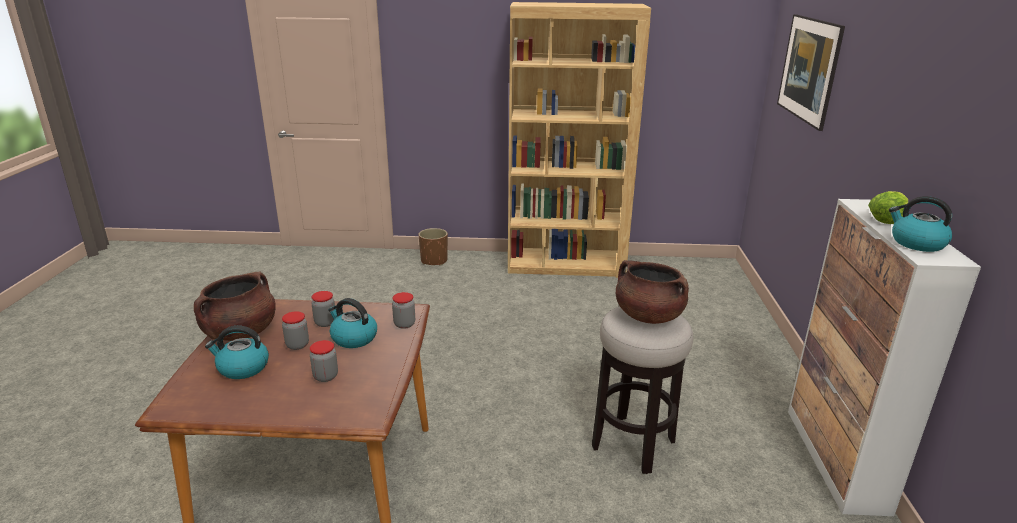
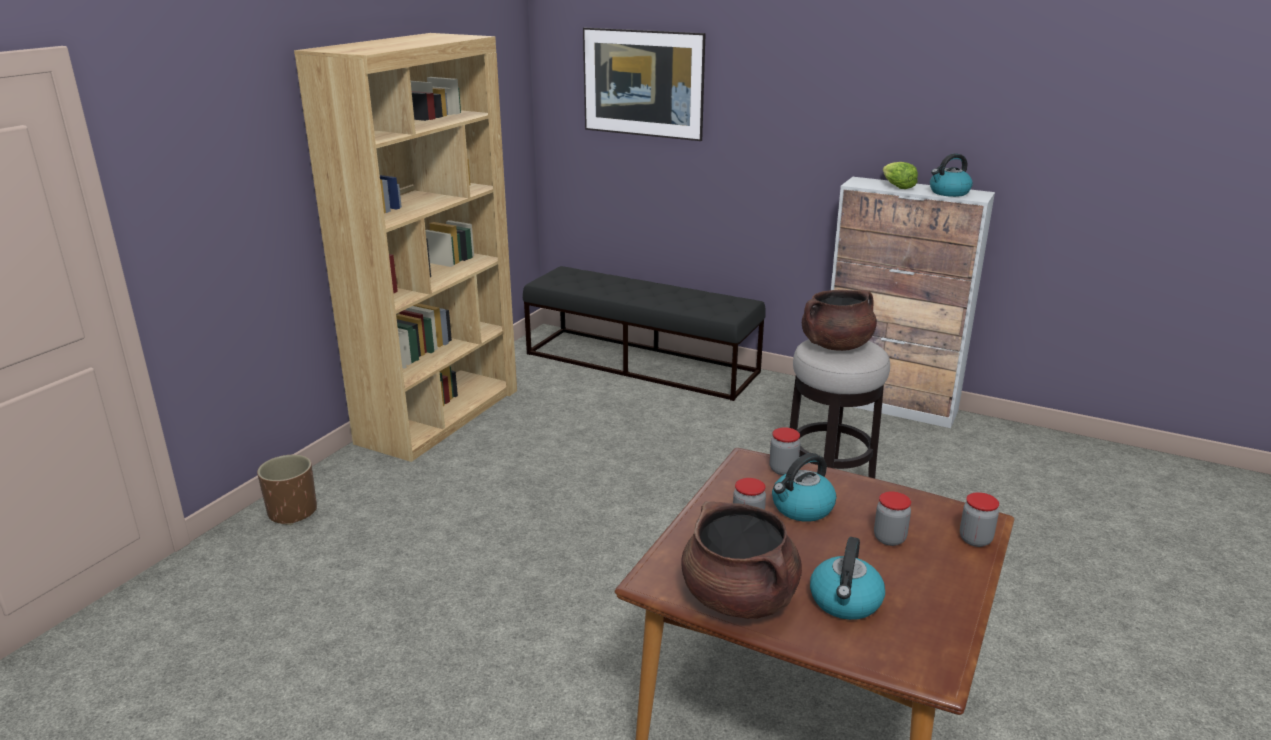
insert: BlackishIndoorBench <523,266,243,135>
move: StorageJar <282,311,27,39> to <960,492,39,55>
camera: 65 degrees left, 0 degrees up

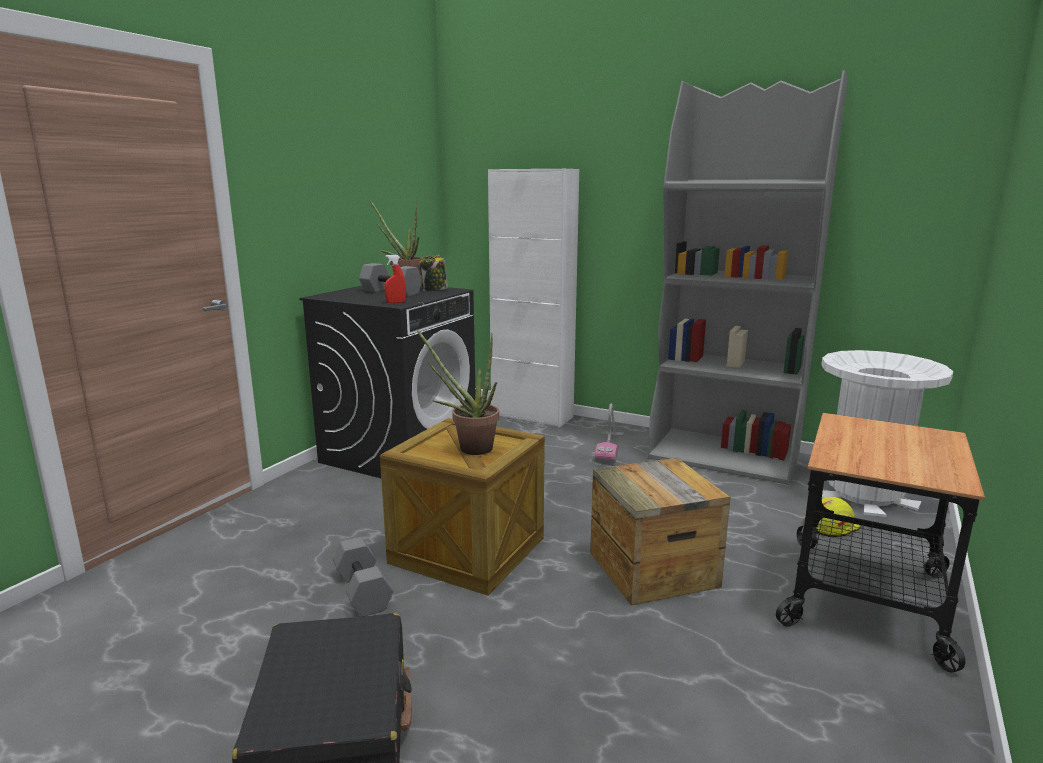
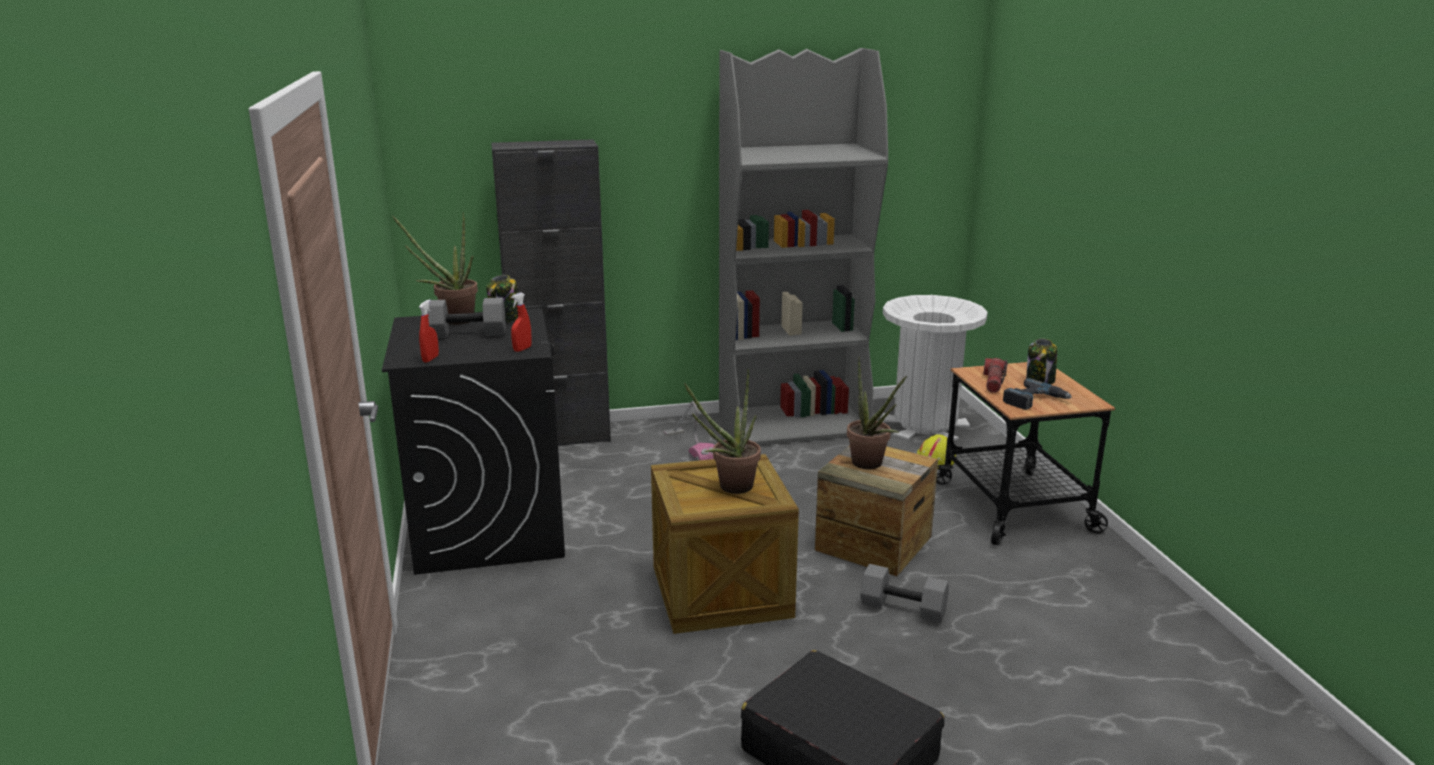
insert: ReddishSprayer <419,299,20,63>; StorageJar <1026,339,31,45>; Houseplant <847,357,60,112>; Flashlight <984,358,23,35>; ElectricDrill <1003,378,69,32>
move: GreyishFreeWeight <333,537,60,79> to <860,564,89,59>
recolor: WhiteColouredCabinet <488,169,91,258> to BlackishCabinet <491,139,120,307>
camera: 40 degrees left, 5 degrees up

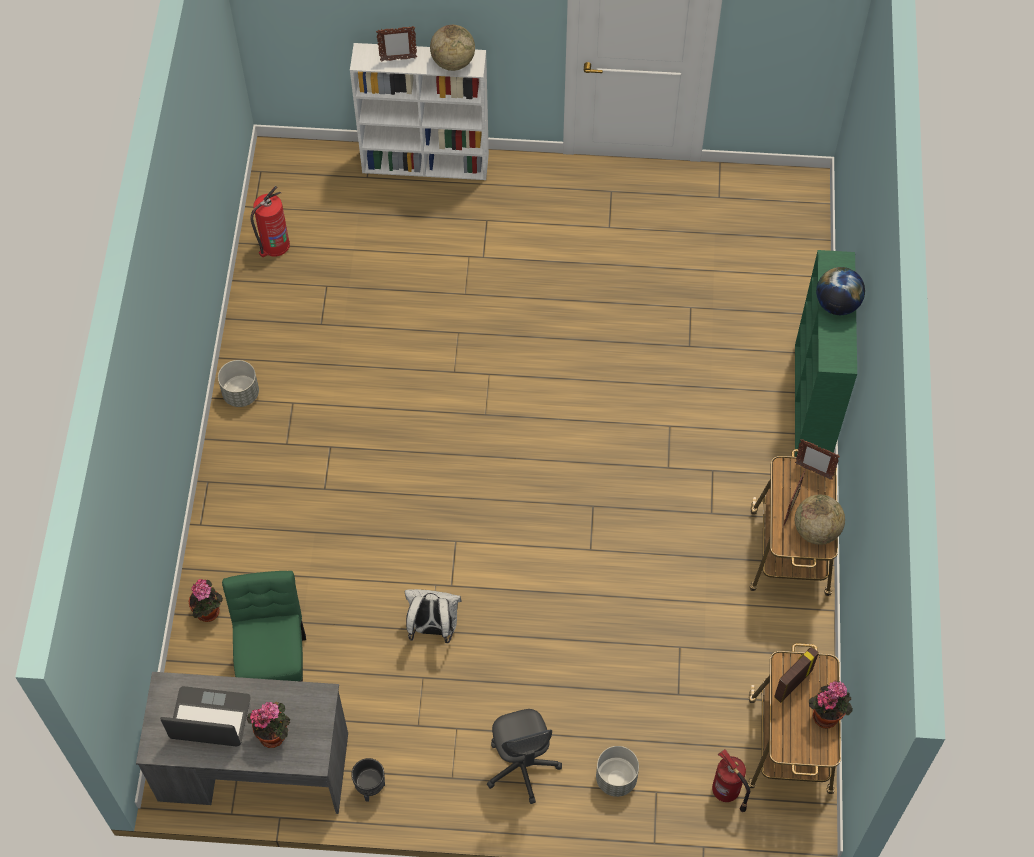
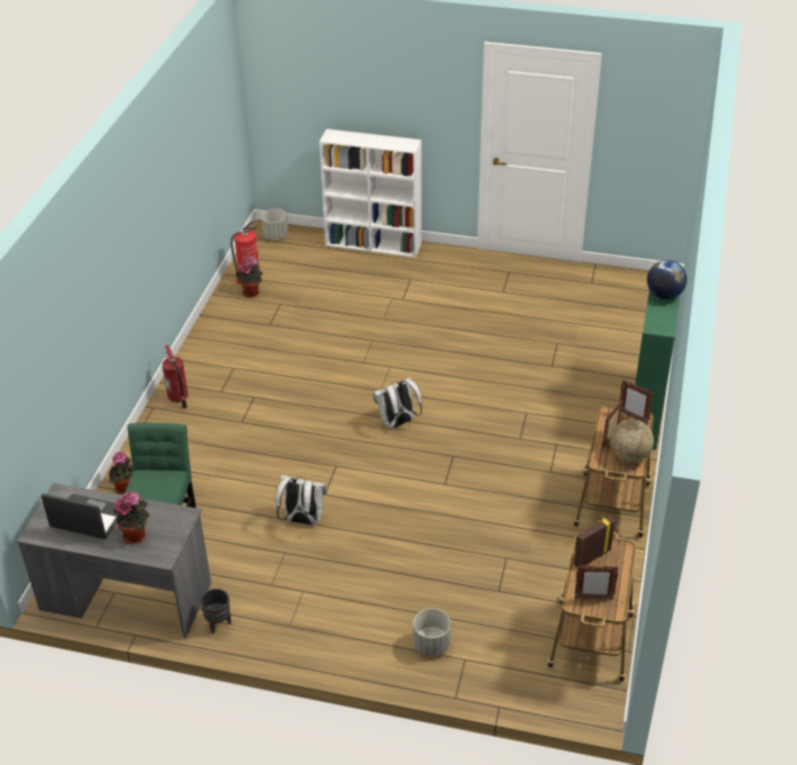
delete: WorldGlobe <430,25,45,46>; GreyishOfficeChair <487,709,75,95>
insert: WhiteColouredBackpack <373,377,49,52>
move: StandingFrame <376,26,41,35> to <574,566,45,34>; GreyishPlantPot <218,360,41,47> to <261,208,27,32>; Houseplant <809,680,44,49> to <236,256,27,42>; Extinguisher <712,749,38,63> to <162,345,26,64>
camera: 10 degrees right, 20 degrees down

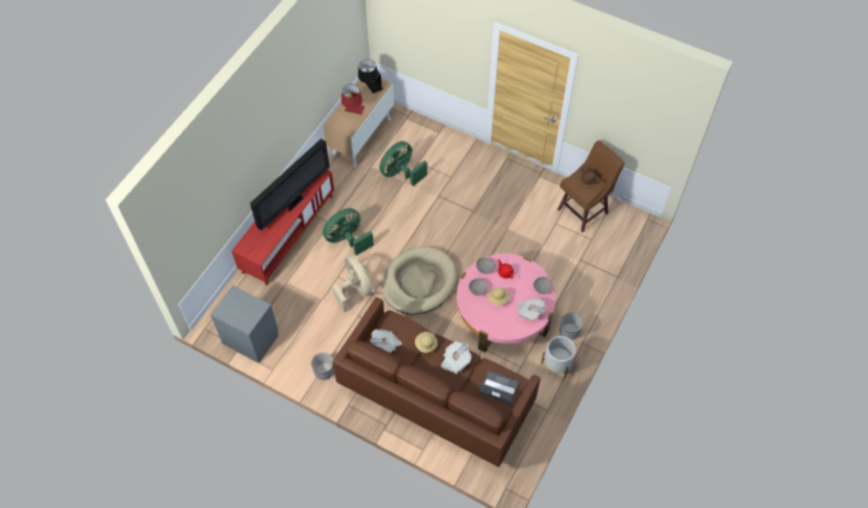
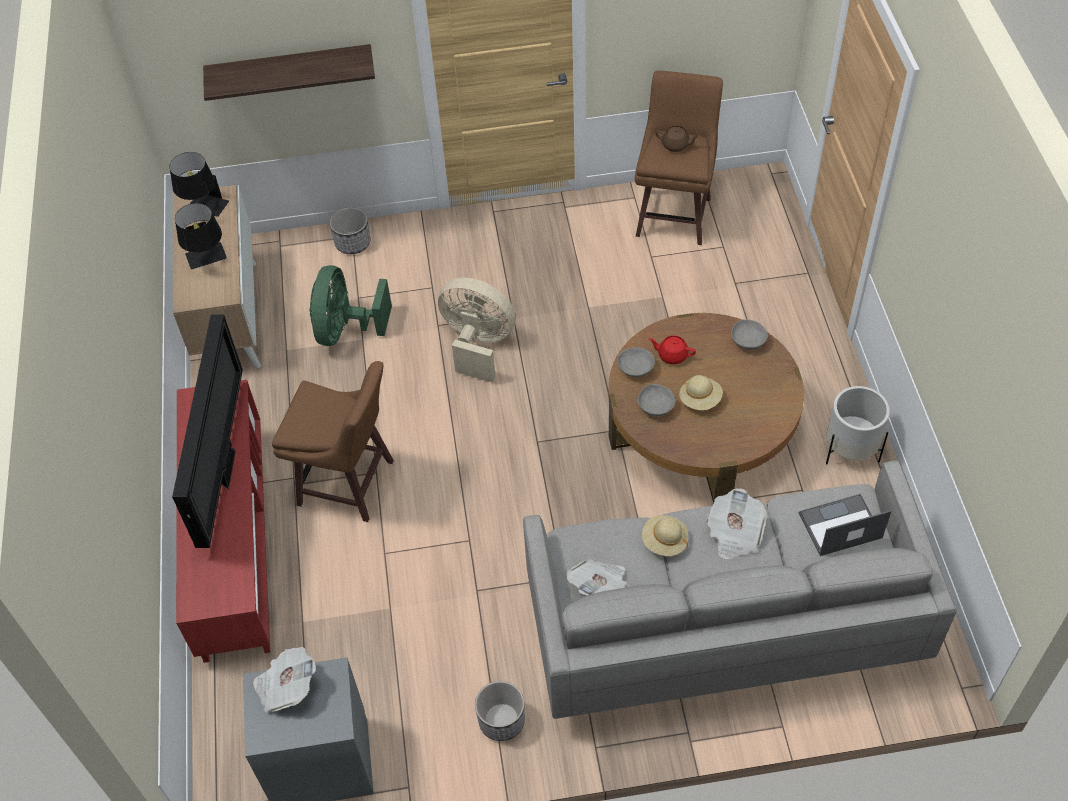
delete: SandColouredDogCushion <382,246,75,69>
insert: BracketShelf <203,44,172,57>
move: SandColouredFan <332,255,40,58> to <438,278,78,105>; PrintedPaper <517,298,29,22> to <253,647,63,66>; PlantPot <560,313,23,27> to <329,207,42,47>
replace: GreenFan <323,208,51,48> to BrownColouredSittingStool <272,361,122,161>
recolor: ReddishTableLamp <341,84,24,31> to BlackishTableLamp <175,203,52,67>; PinkishLowTable <457,253,99,100> to BrownColouredLowTable <609,313,195,190>; BrownColouredSofa <332,297,208,170> to GreyishSofa <523,461,434,258>
camera: 35 degrees left, 5 degrees down

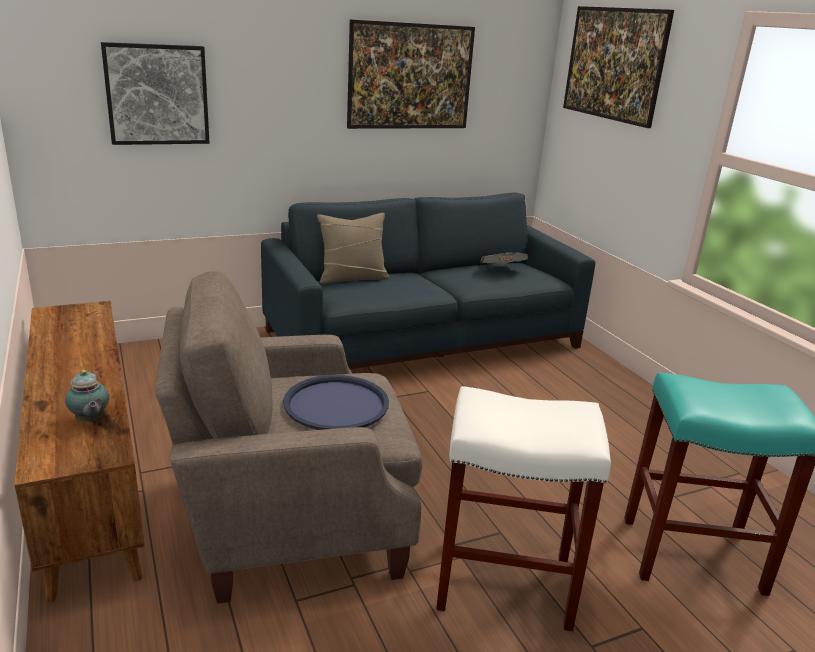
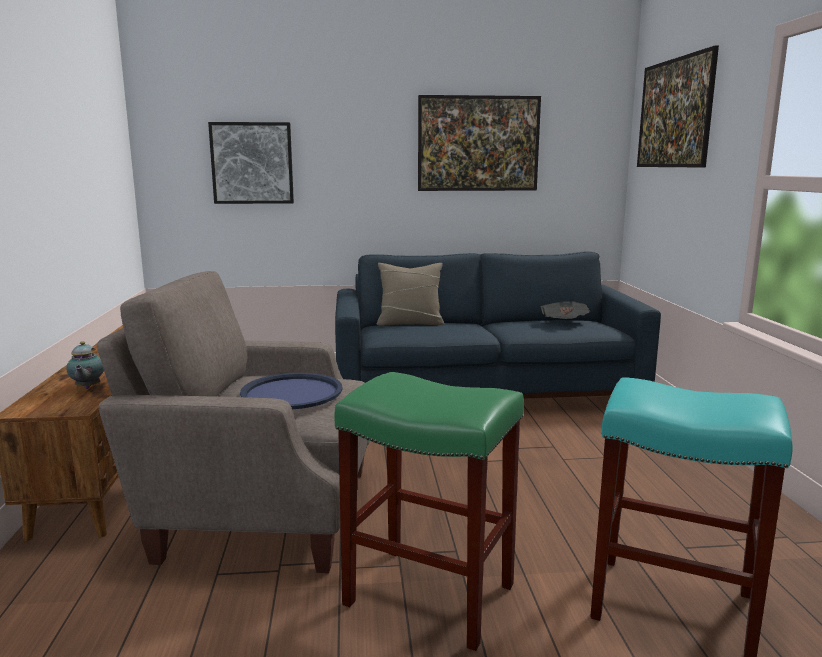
recolor: WhiteColouredSittingStool <436,386,175,245> to GreenSittingStool <334,372,190,279>
camera: 20 degrees right, 10 degrees down

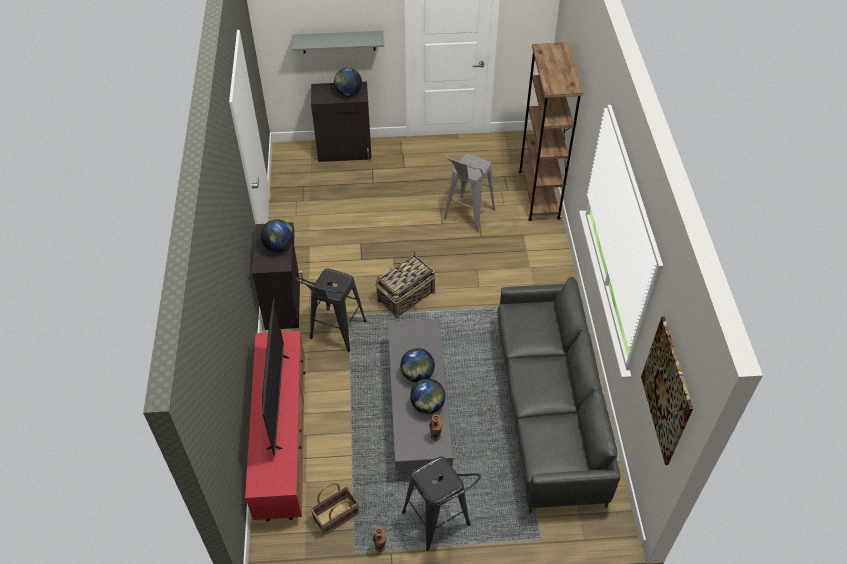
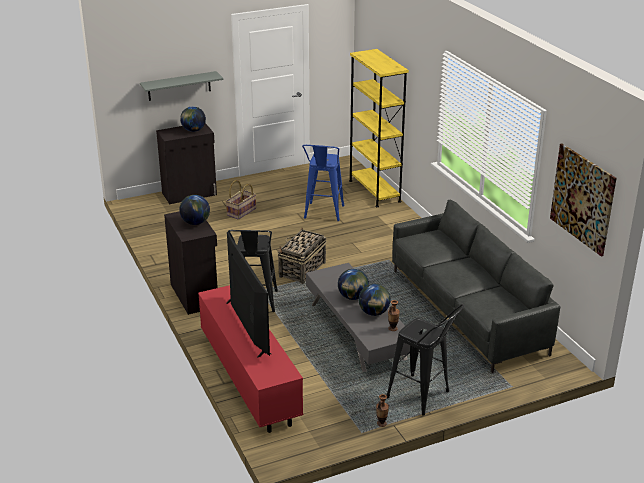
move: Basket <310,483,49,52> to <226,180,30,40>
recolor: BrownColouredShelvingUnit <519,42,64,179> to YellowShelvingUnit <349,49,60,158>; GreyishSittingStool <442,154,53,79> to BlueSittingStool <302,145,42,76>
camera: 20 degrees left, 20 degrees down

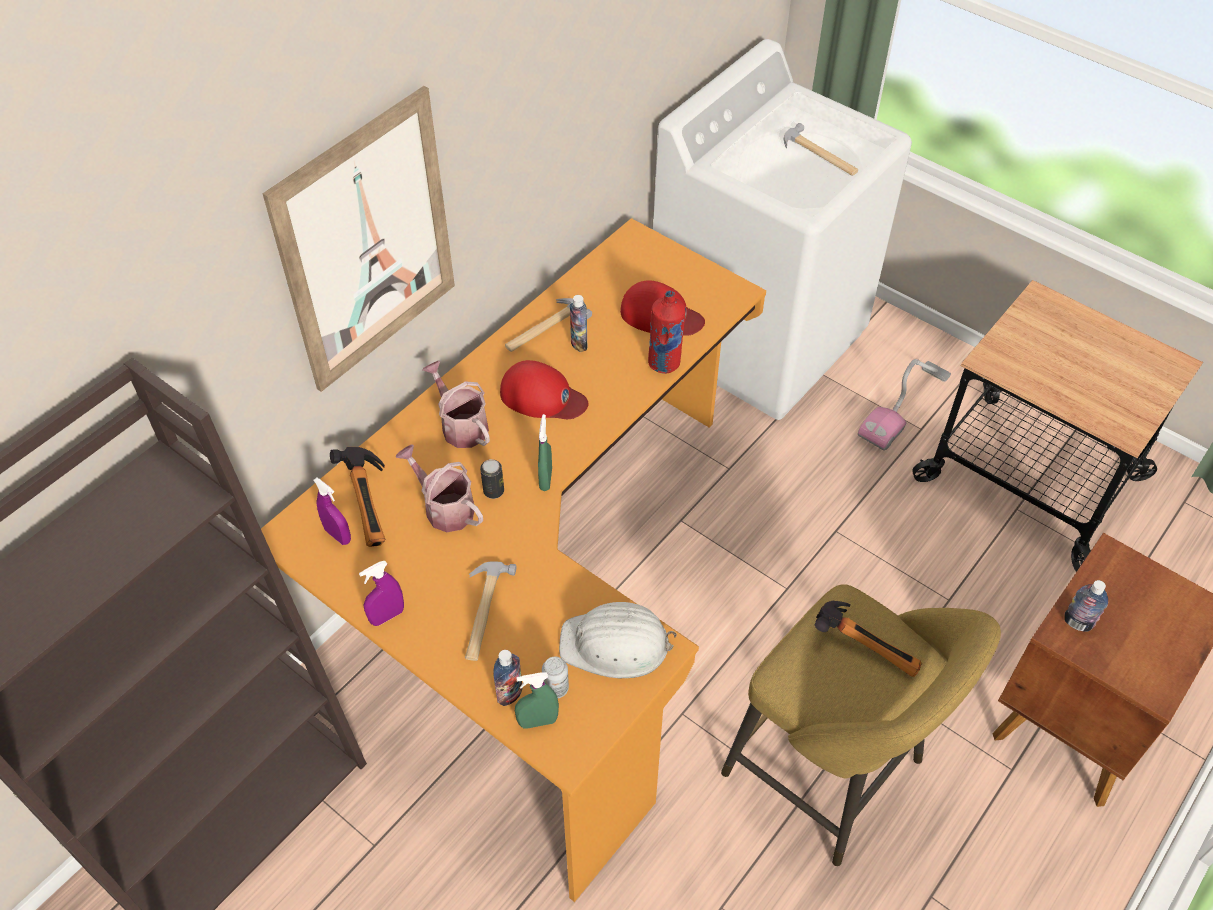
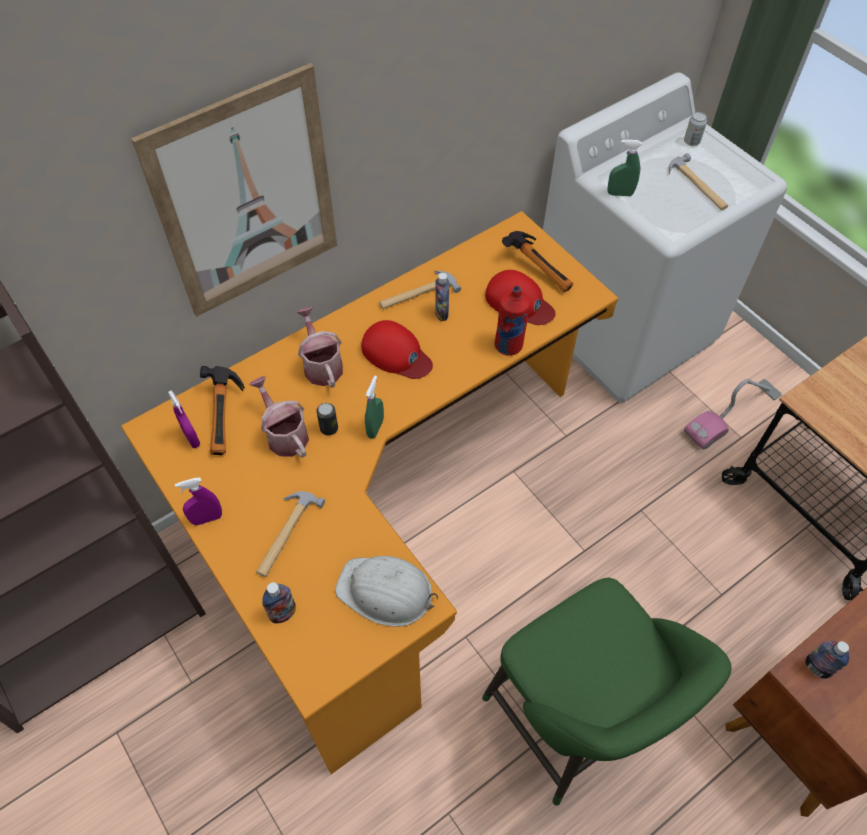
move: ToolHammer <815,601,107,76> to <502,231,71,61>; MetalCan <542,657,27,41> to <684,112,23,34>; GreenSprayer <515,672,44,57> to <607,139,35,57>
recolor: YellowSittingStool <721,584,280,282> to GreenSittingStool <482,578,249,228>
camera: 15 degrees right, 5 degrees up

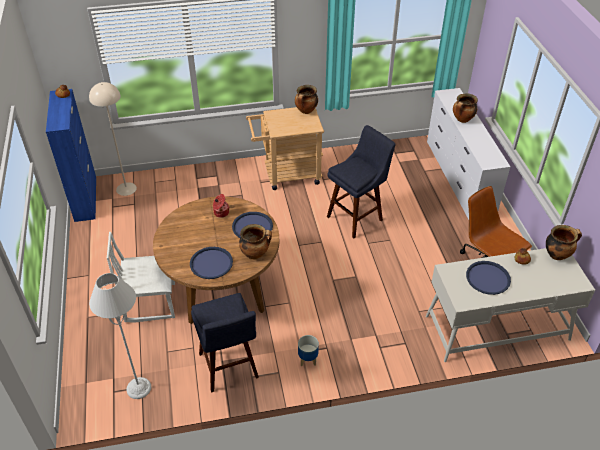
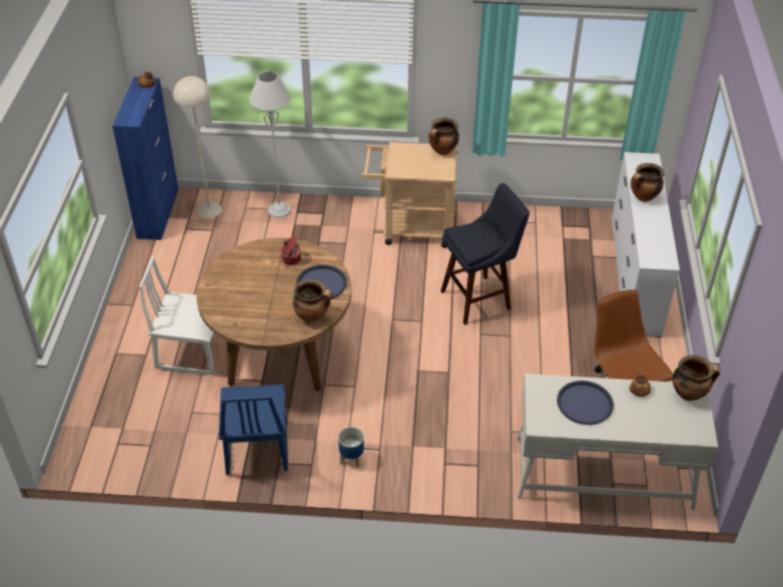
delete: BlueTray <190,247,43,32>
move: GreyishStandingLamp <89,273,62,126> to <249,71,42,147>
replace: BlueSittingStool <191,293,68,100> to BluePlainChair <219,384,69,91>
camera: 15 degrees right, 0 degrees up

